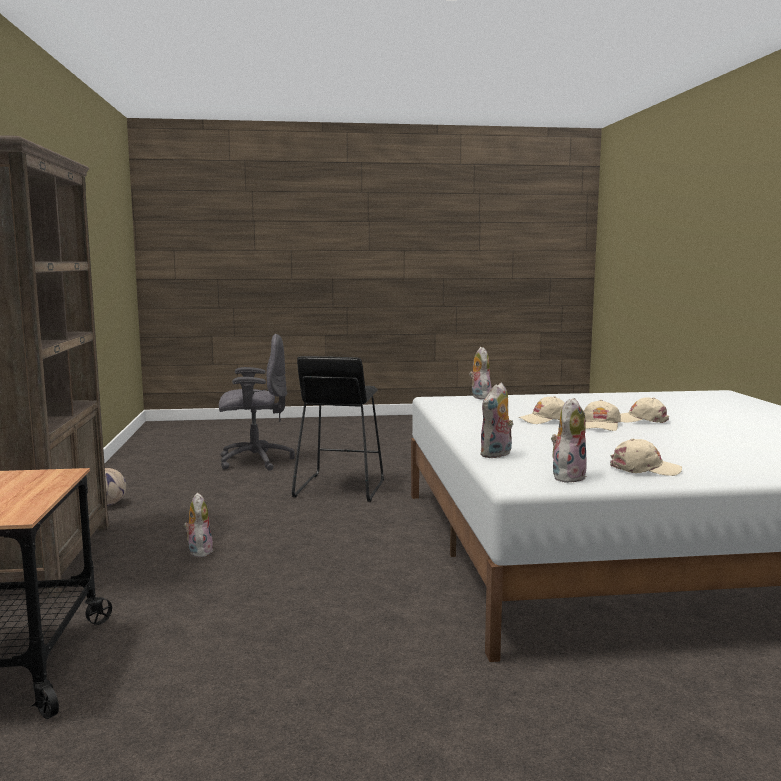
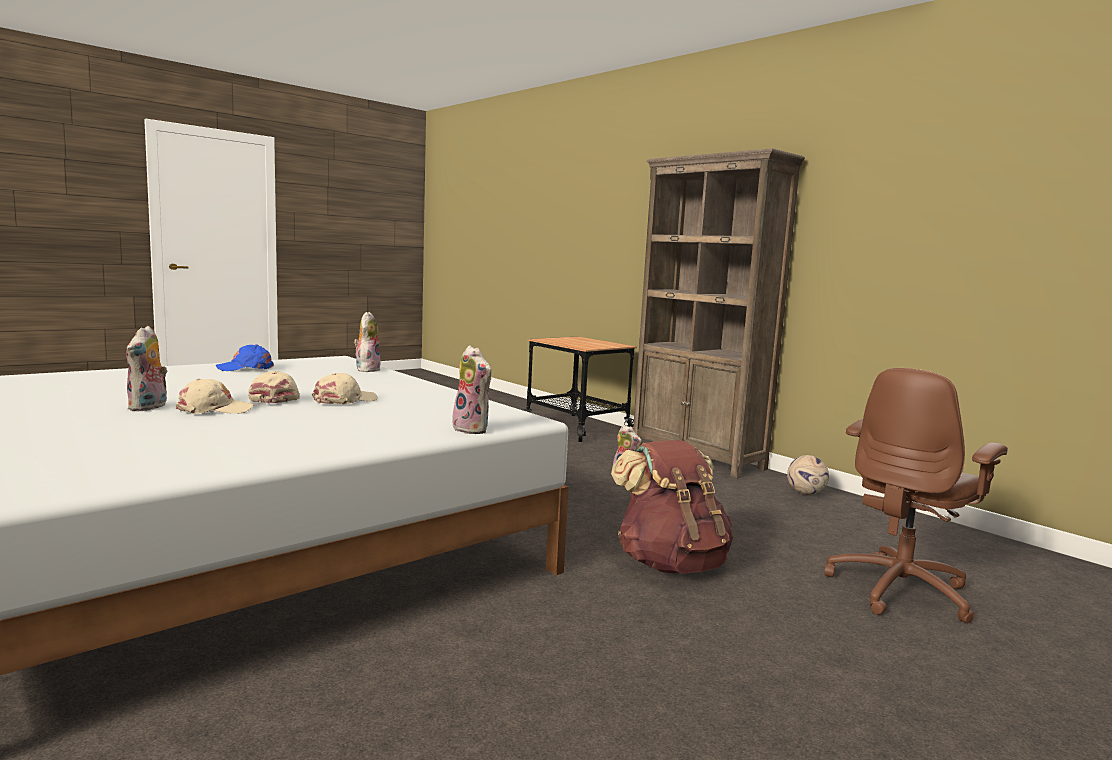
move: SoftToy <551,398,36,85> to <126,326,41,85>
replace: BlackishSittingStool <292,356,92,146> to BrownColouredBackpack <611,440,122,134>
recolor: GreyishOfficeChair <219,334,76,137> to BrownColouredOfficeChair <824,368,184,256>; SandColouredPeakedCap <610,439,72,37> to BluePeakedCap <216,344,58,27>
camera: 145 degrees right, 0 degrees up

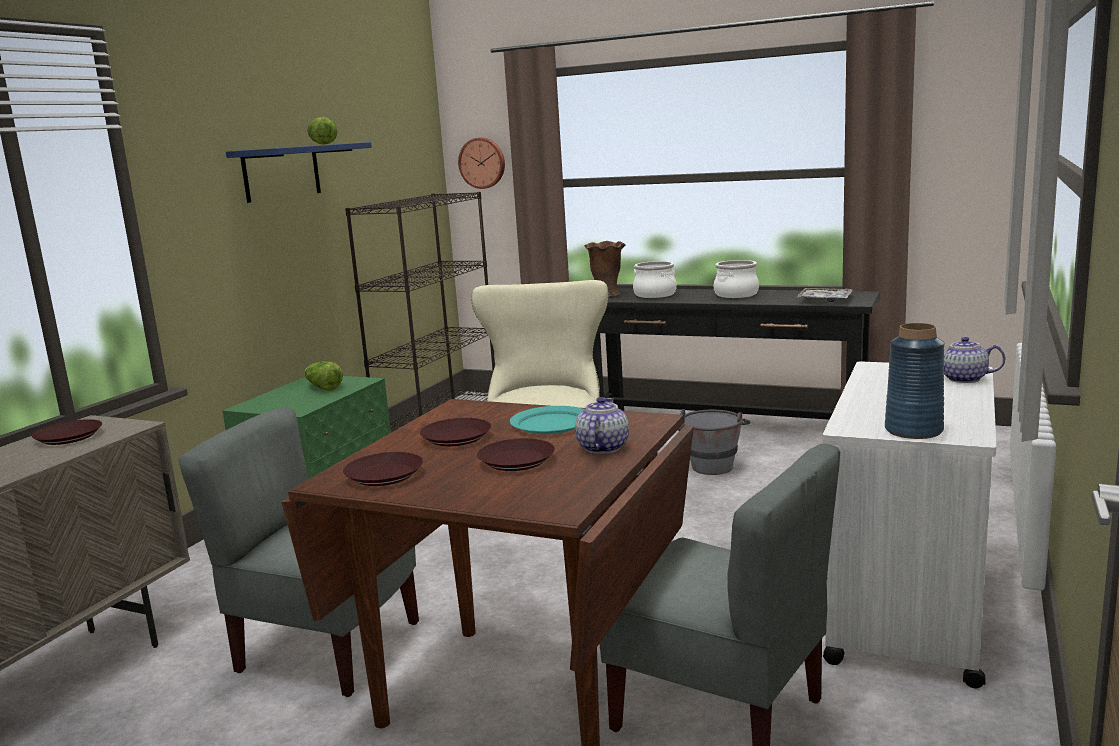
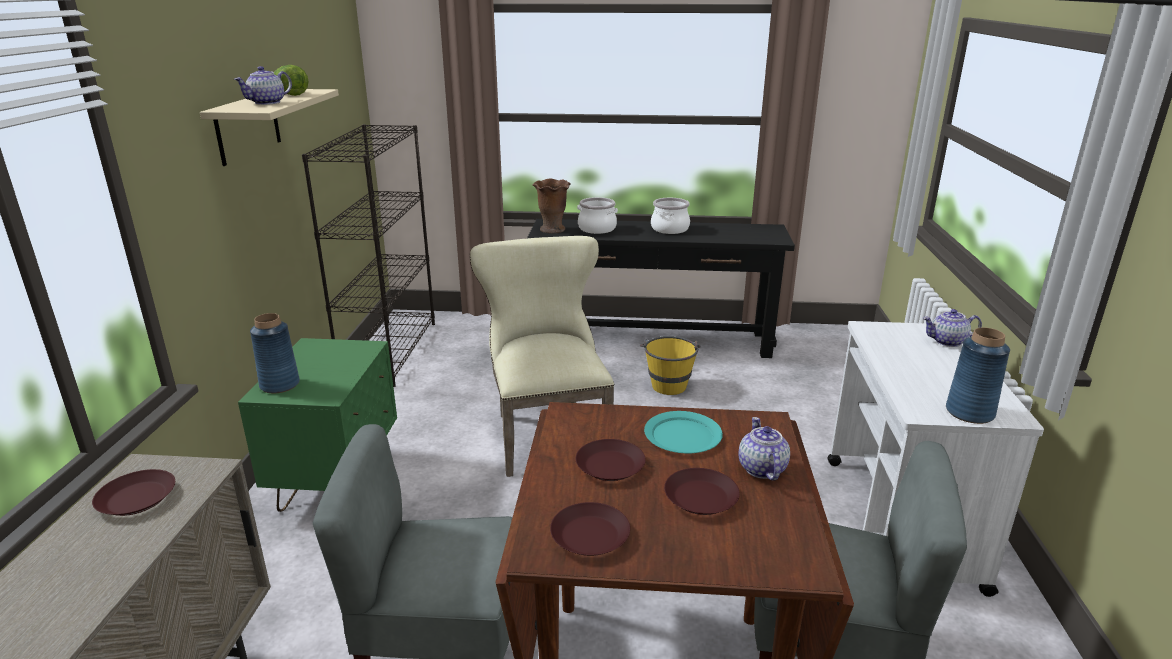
delete: HangingClock <458,138,47,51>; Tray <797,288,56,14>; HeadOfLettuce <305,361,38,30>
insert: TeaPot <234,66,58,39>; BlueVase <250,313,50,80>
recolor: BlueBracketShelf <226,142,146,61> to SandColouredBracketShelf <200,89,139,77>; GreyishWaterBucket <680,409,70,66> to YellowWaterBucket <640,336,61,59>
camera: 20 degrees left, 10 degrees up

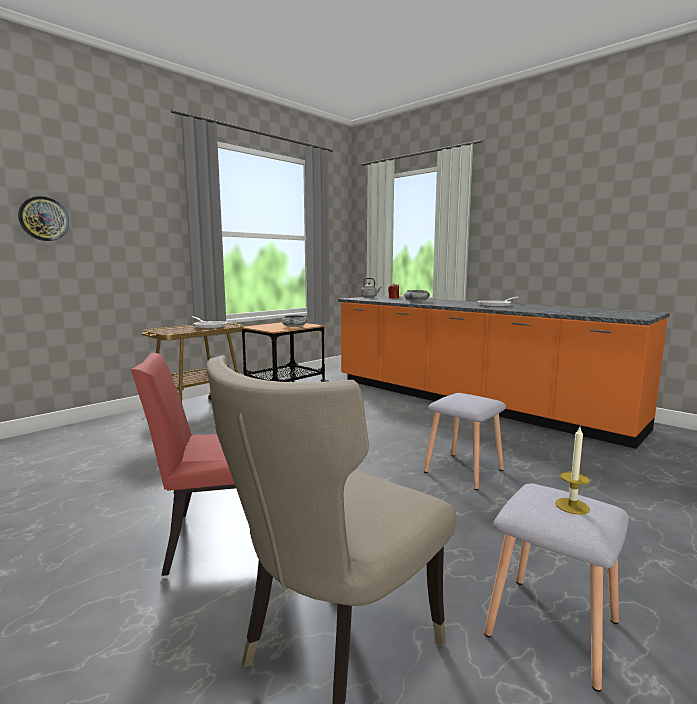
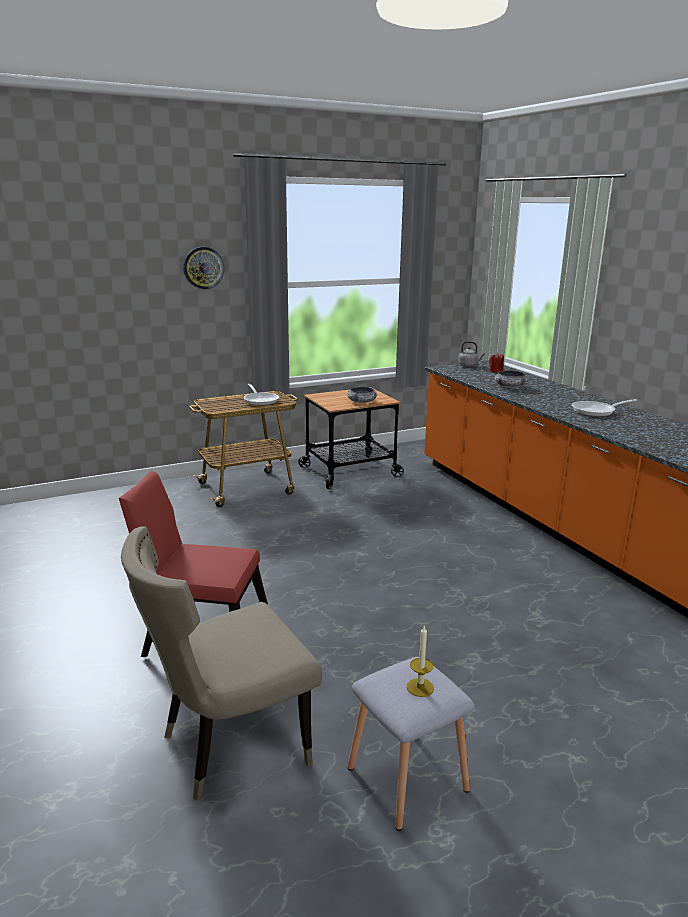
delete: GreyishSittingStool <424,393,82,97>
move: HangingClock <18,196,51,45> to <183,247,41,42>
camera: 20 degrees right, 10 degrees up

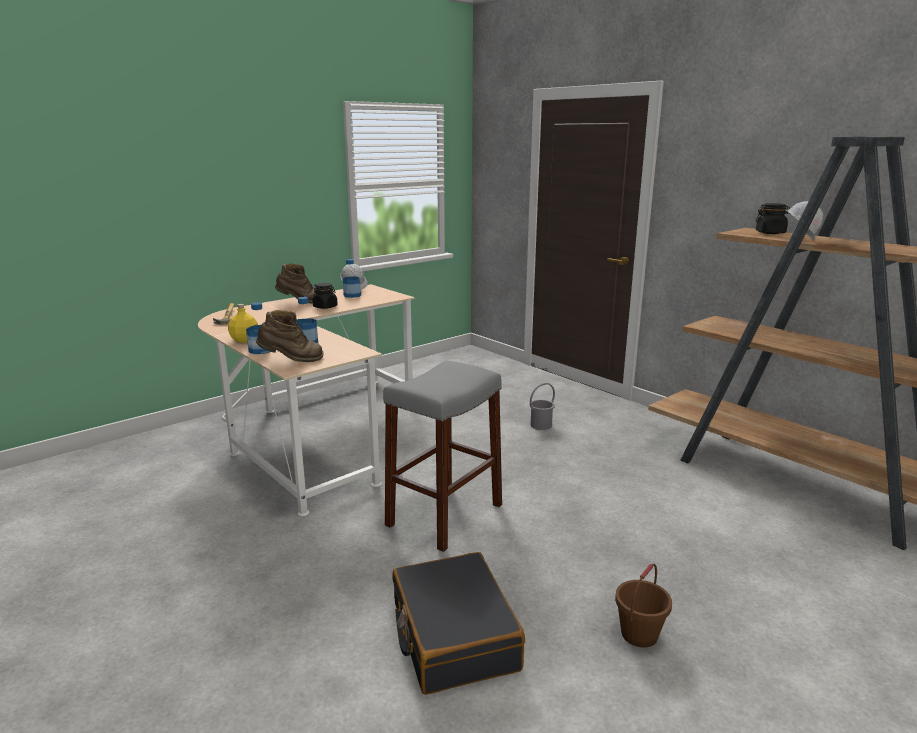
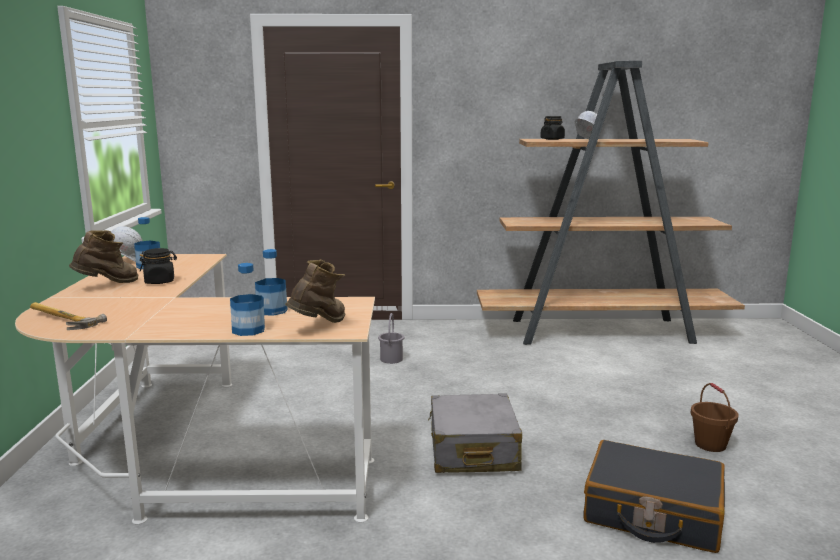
delete: YellowBeverageBottle <228,304,30,39>
replace: GreyishSittingStool <383,361,119,191> to GreyishTravelCase <428,394,94,79>
camera: 50 degrees left, 5 degrees down

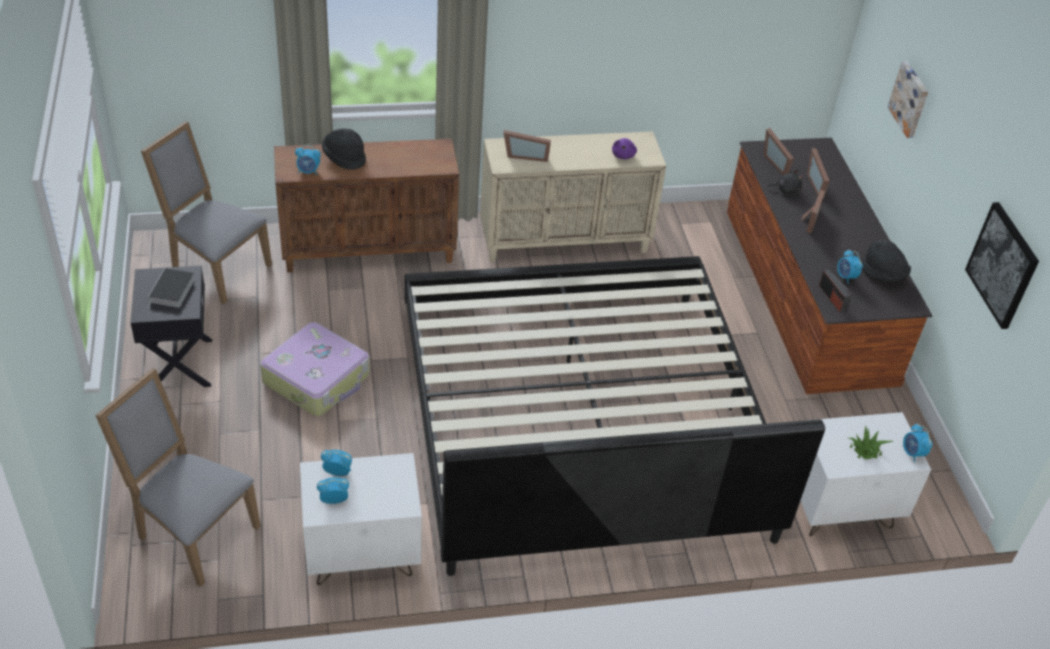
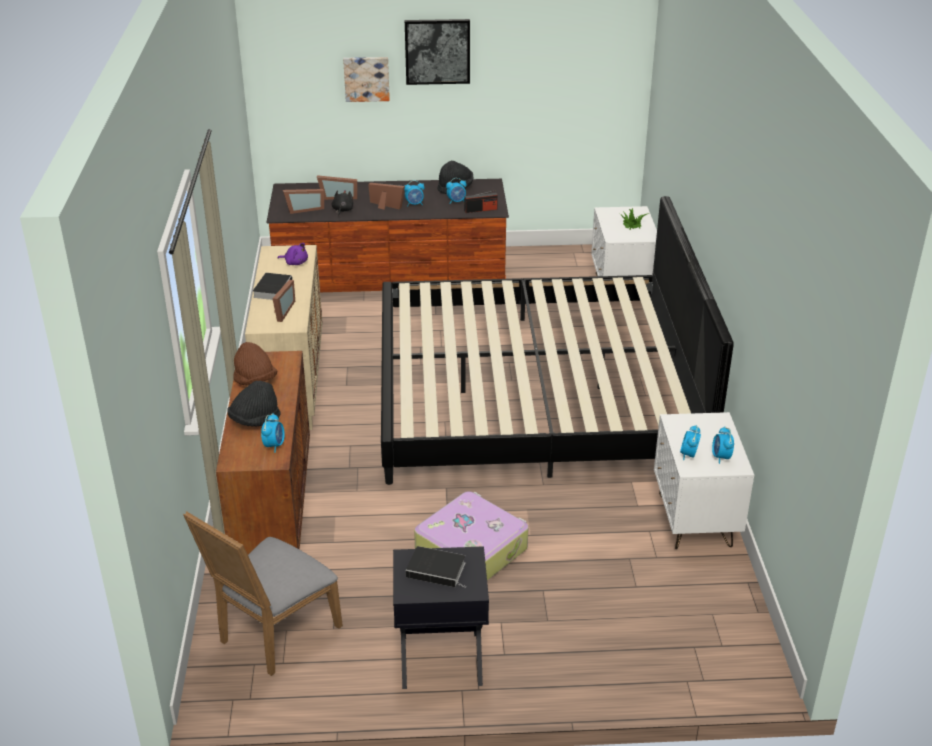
delete: GreyishPlainChair <95,368,166,219>
insert: Volume <253,273,39,27>; BrownColouredClothingHat <233,342,44,43>
move: Picture <965,202,74,127> to <405,19,65,66>; TableClock <903,423,30,39> to <404,180,21,27>
camera: 80 degrees left, 10 degrees down

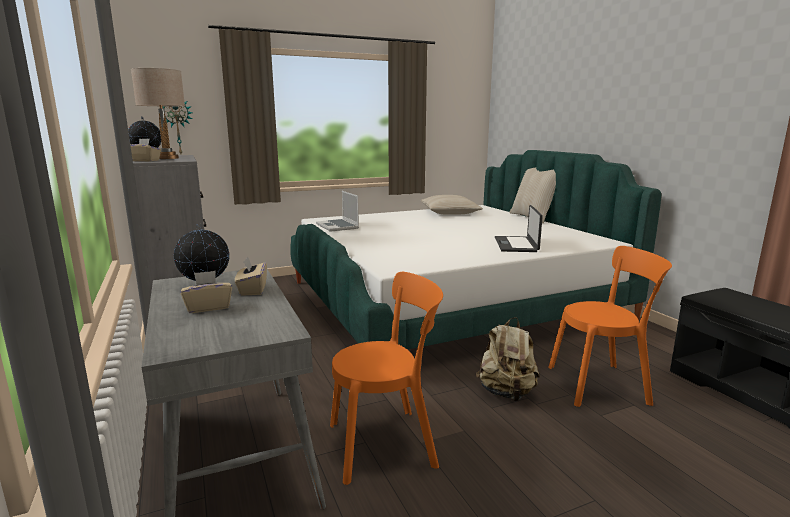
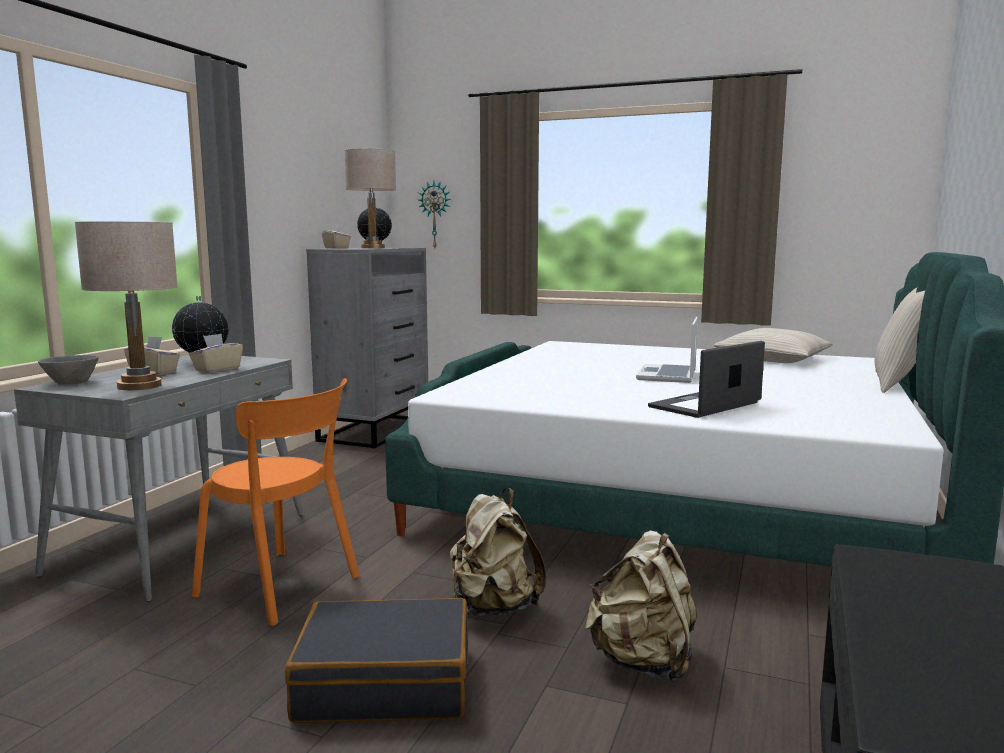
insert: SandColouredTableLamp <74,221,104,169>; GreyishServingBowl <38,355,61,30>; BlackishTravelCase <285,598,183,125>
move: PortableComputer <316,191,43,41> to <636,317,62,66>
replace: OrangeyPlainChair <548,246,124,161> to SandColouredBackpack <585,530,112,153>
camera: 45 degrees right, 5 degrees down

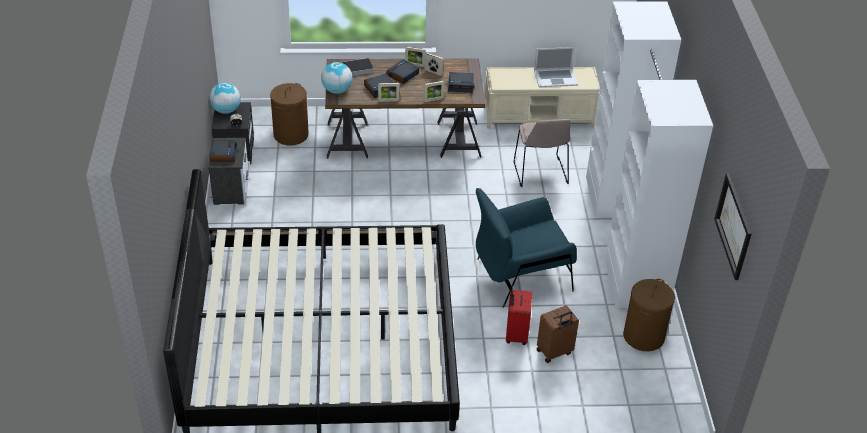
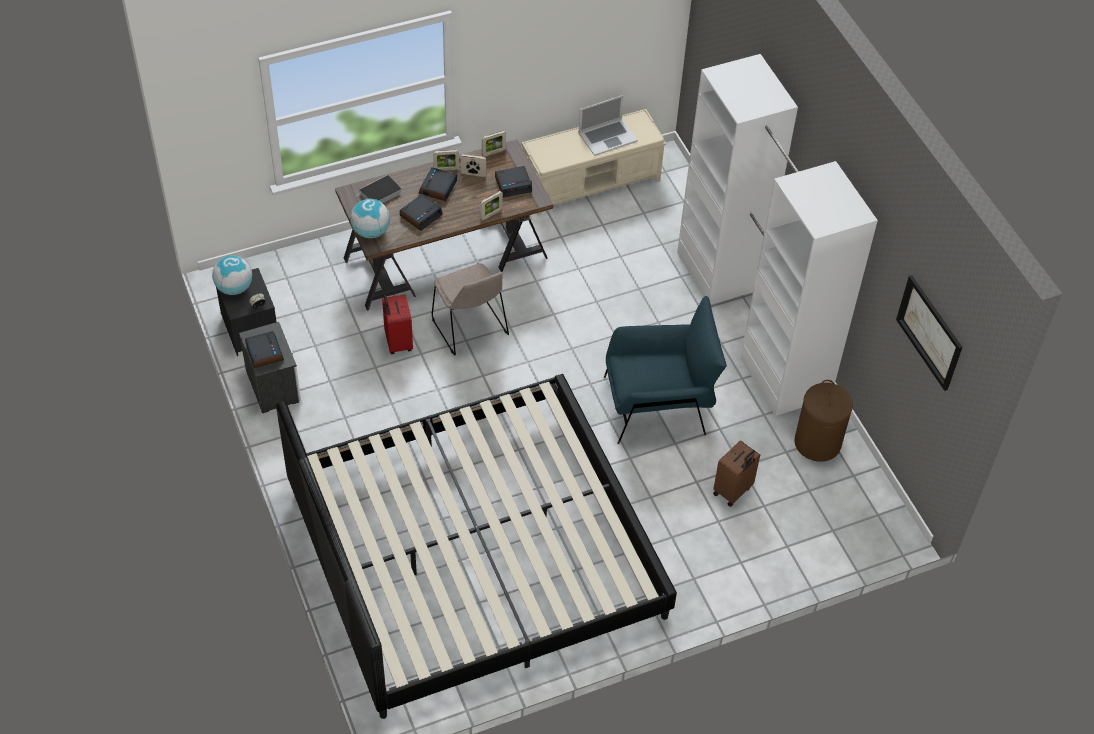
delete: BrownColouredWashingBasket <270,83,39,62>
move: StandingFrame <378,83,21,19> to <482,131,24,26>; SandColouredPlainChair <513,119,57,68> to <432,263,77,92>; ReddishTravelCase <506,286,26,59> to <382,294,31,60>
rotate: BlueArmchair <476,188,101,120> = <604,296,123,148> 150 degrees counterclockwise
camera: 20 degrees left, 10 degrees up

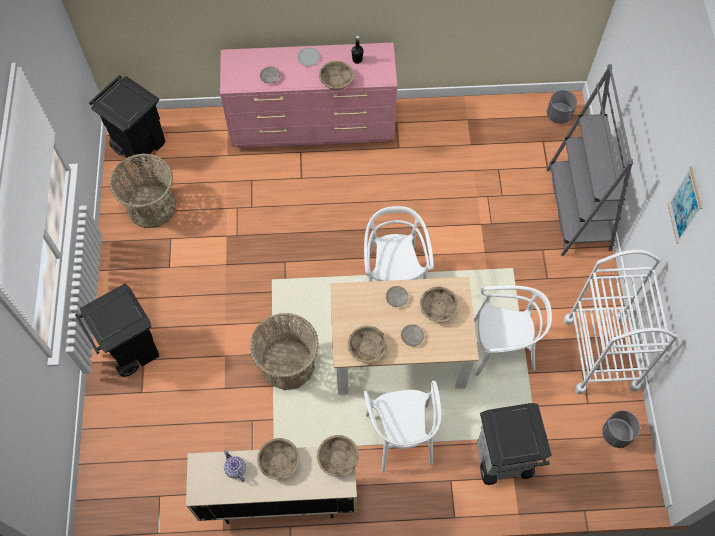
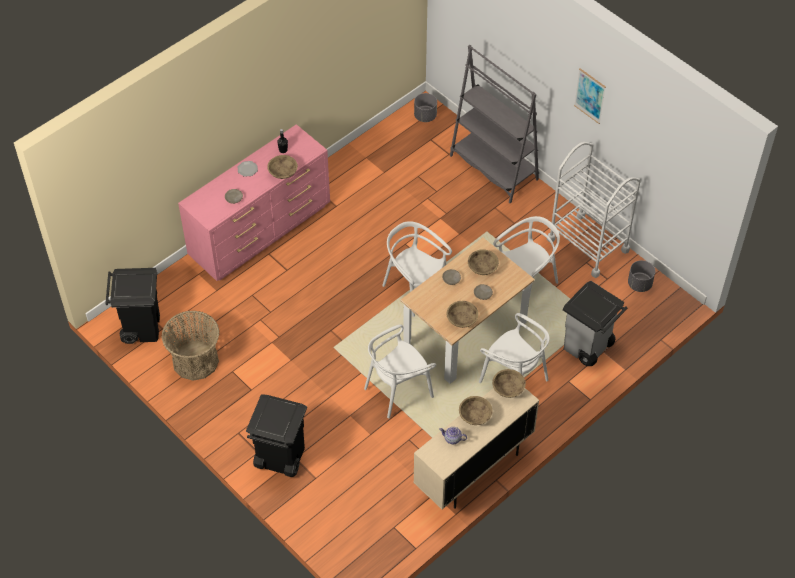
replace: Basket <250,313,69,77> to WhiteColouredPlainChair <364,324,72,94>
camera: 40 degrees left, 10 degrees down

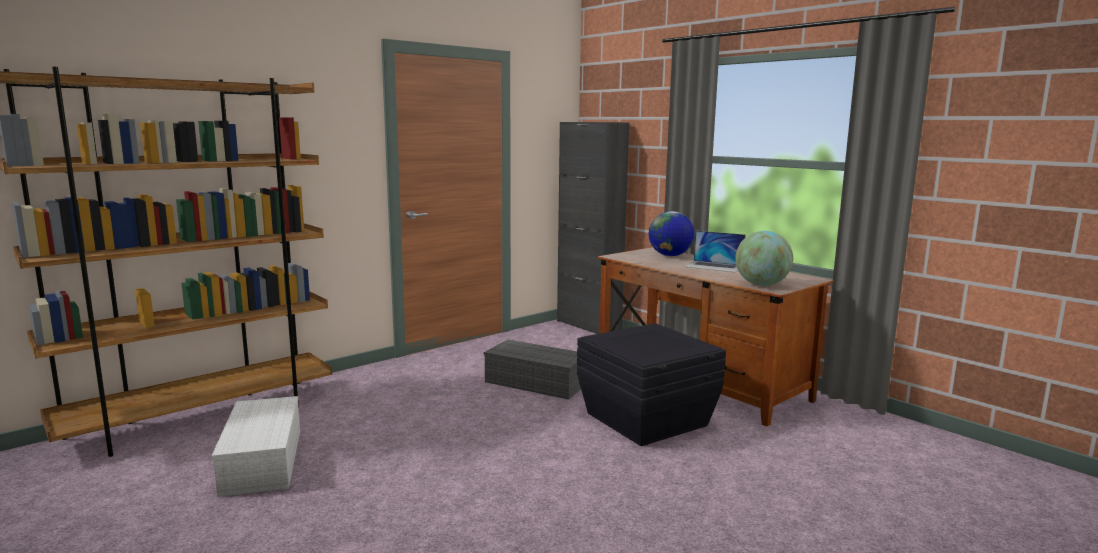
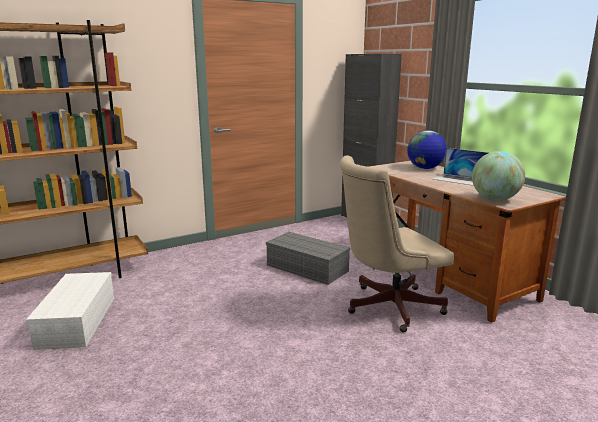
replace: BlackishStorageContainer <577,323,149,123> to SandColouredOfficeChair <340,155,114,178>
camera: 10 degrees right, 5 degrees up

